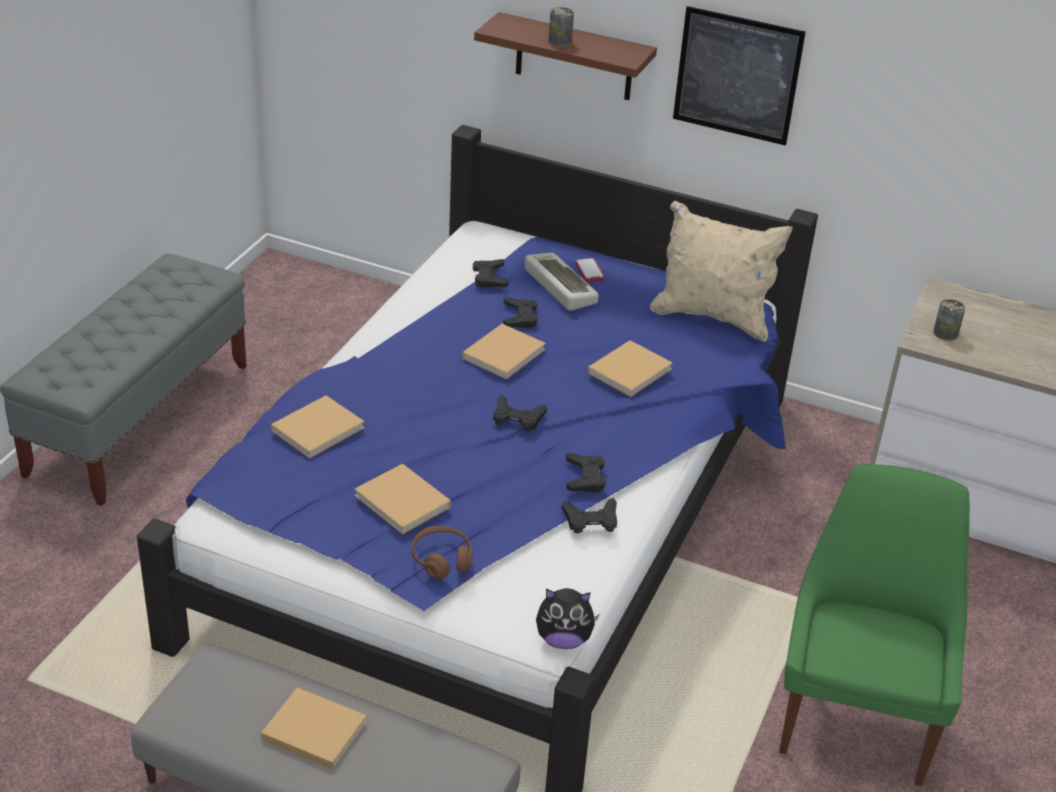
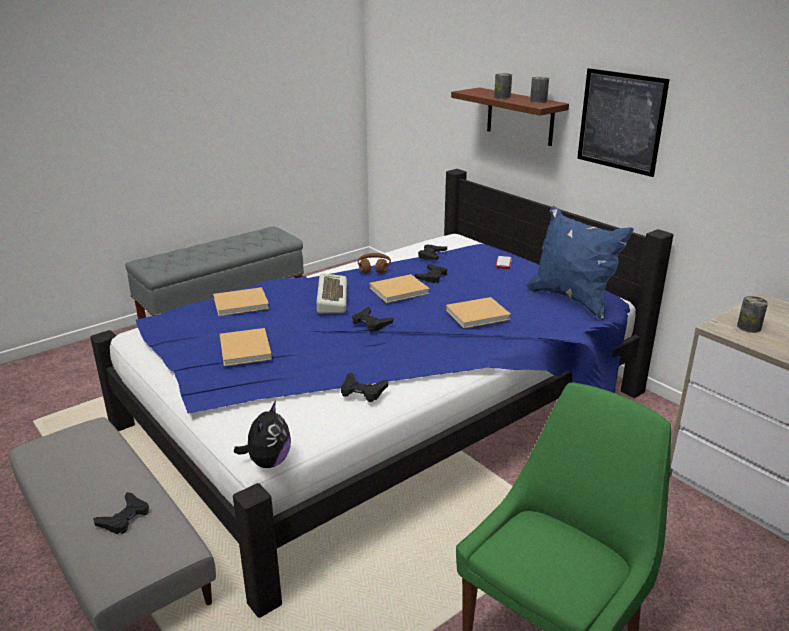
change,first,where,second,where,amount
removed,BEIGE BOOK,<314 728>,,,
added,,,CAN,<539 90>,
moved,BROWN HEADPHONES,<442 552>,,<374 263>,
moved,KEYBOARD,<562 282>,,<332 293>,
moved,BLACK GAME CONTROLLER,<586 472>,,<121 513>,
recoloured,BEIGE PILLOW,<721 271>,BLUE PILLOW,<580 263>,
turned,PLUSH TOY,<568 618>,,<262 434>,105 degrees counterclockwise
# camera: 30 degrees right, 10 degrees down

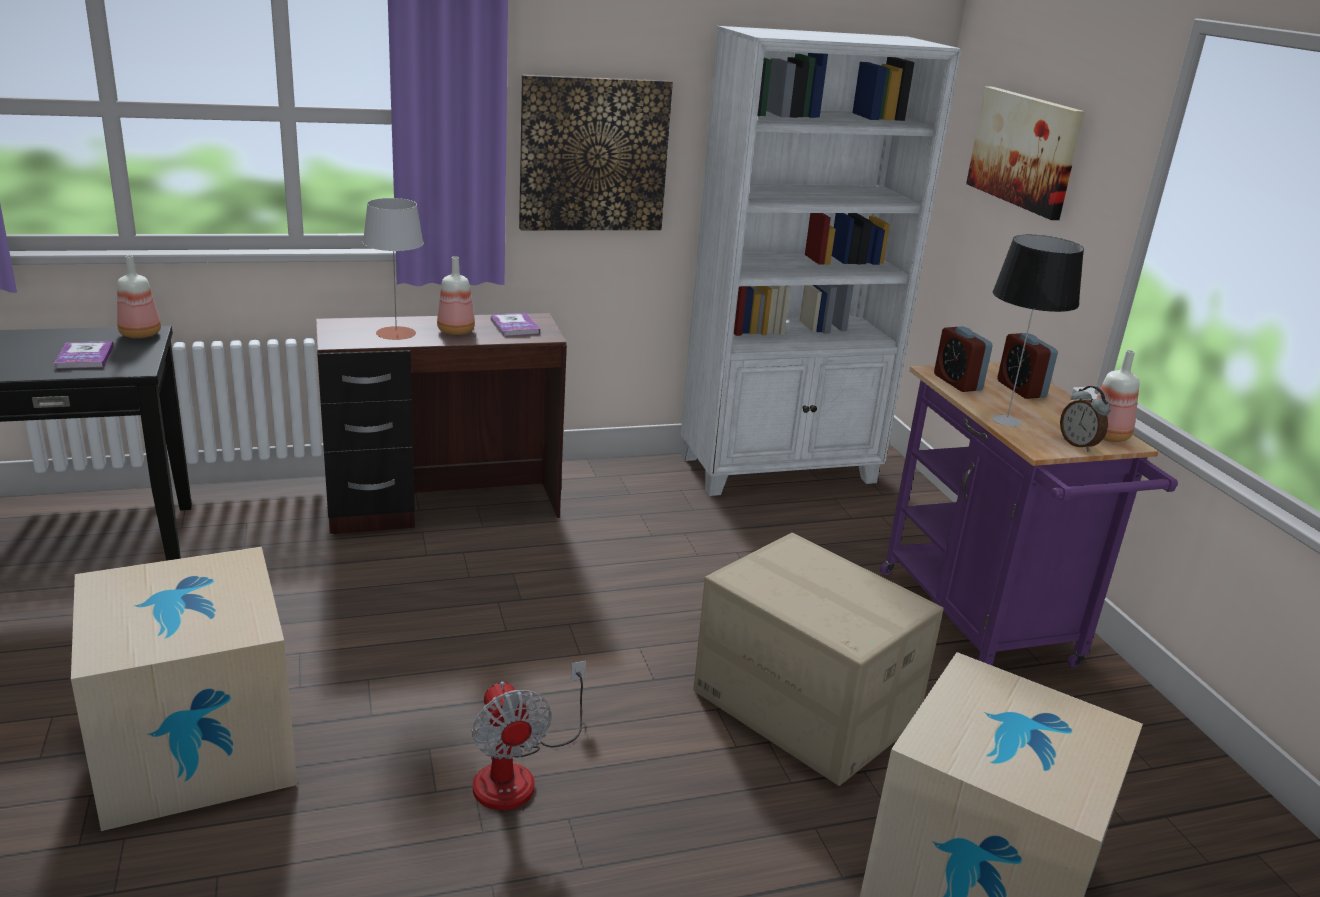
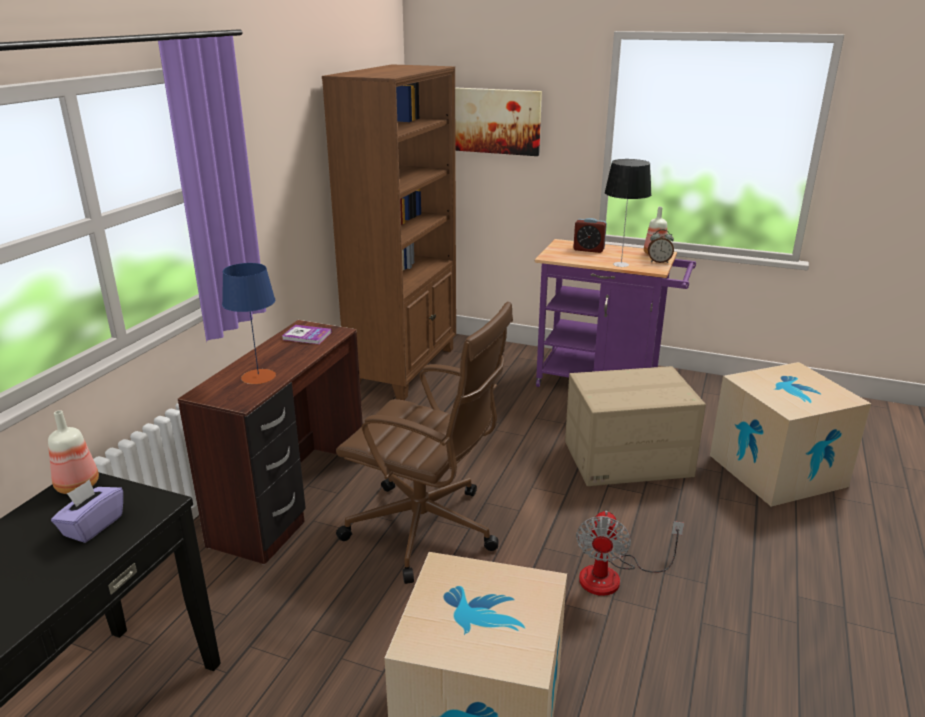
change,first,where,second,where,amount
removed,BOTTLE,<456 295>,,,
removed,PICTURE,<596 152>,,,
removed,ALARM CLOCK,<963 359>,,,
added,,,BROWN OFFICE CHAIR,<424 443>,
replaced,BOOK,<84 355>,PURPLE TISSUE BOX,<87 511>,
recoloured,GREY TABLE LAMP,<393 269>,BLUE TABLE LAMP,<249 323>,
recoloured,WHITE BOOKCASE,<821 261>,BROWN BOOKCASE,<389 232>,
turned,FAN,<529 735>,,<630 553>,90 degrees clockwise
# camera: 50 degrees left, 0 degrees up

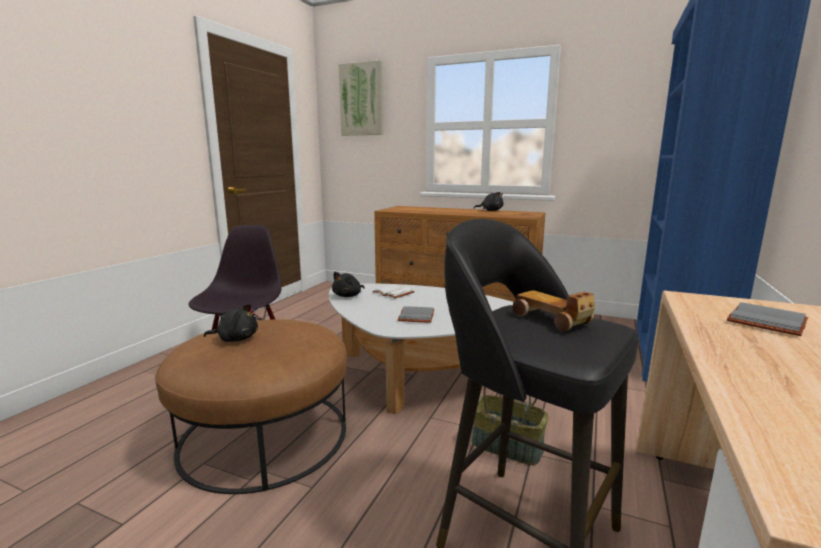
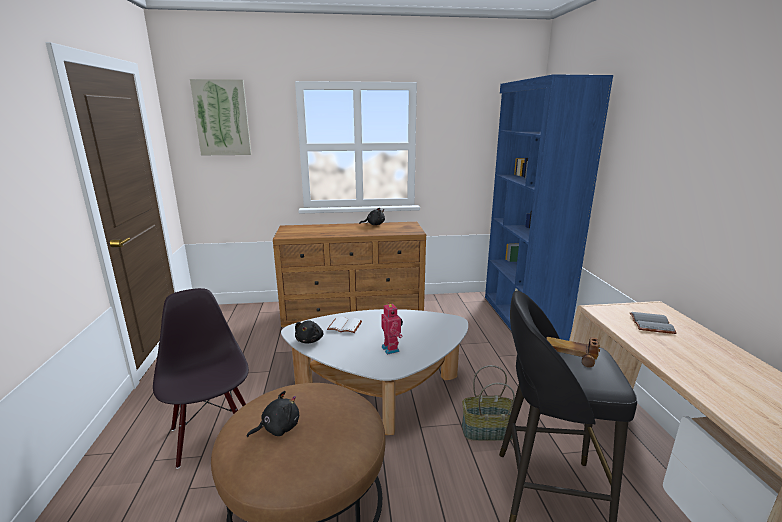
change,first,where,second,where,amount
replaced,GREY BOOK,<416 314>,TOY ROBOT,<392 329>,
# camera: 30 degrees left, 5 degrees up

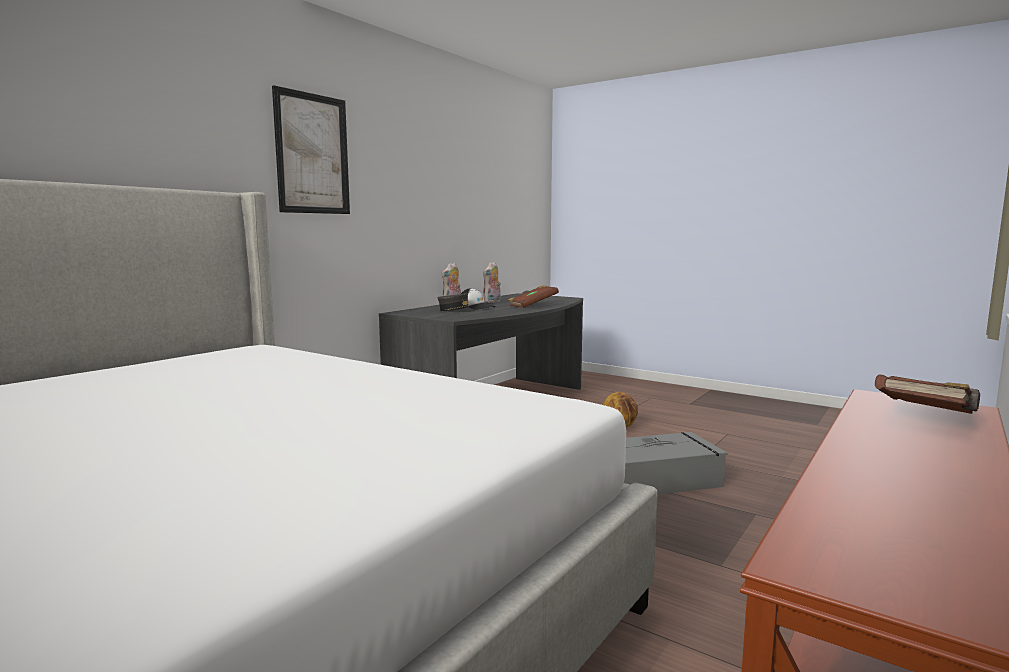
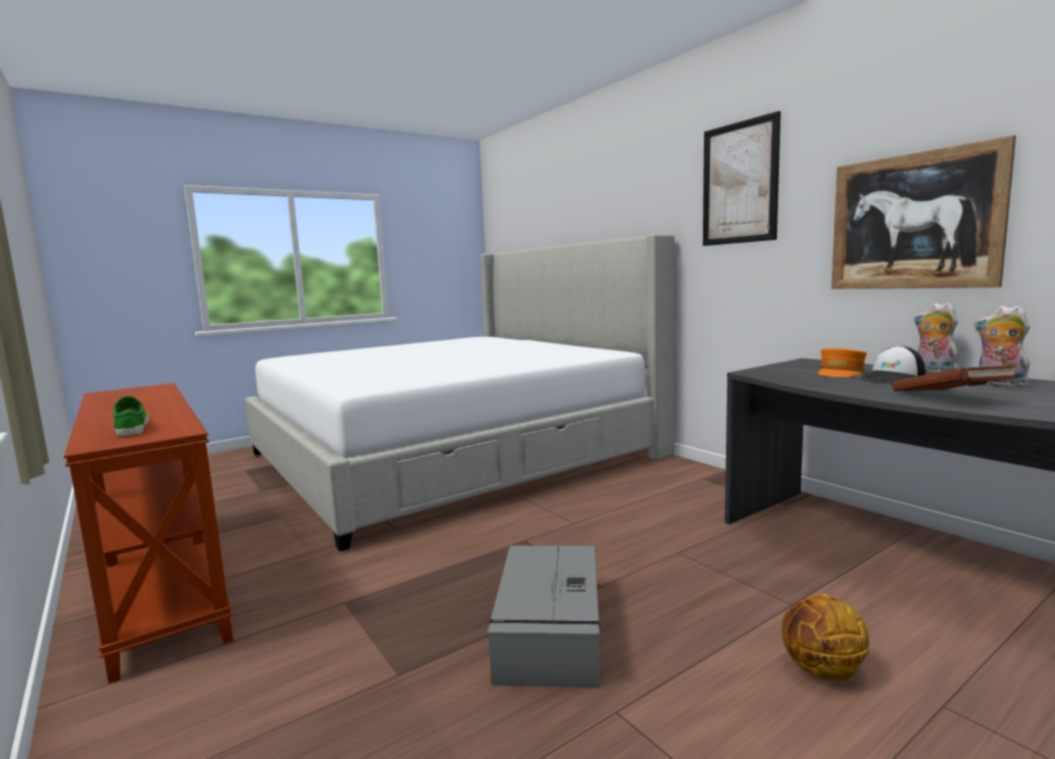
change,first,where,second,where,amount
added,,,PICTURE,<923 212>,
replaced,BROWN BOOK,<927 394>,GREEN SHOE,<131 416>,
recoloured,GREY CAP,<457 302>,ORANGE CAP,<842 362>,
# camera: 110 degrees right, 0 degrees up

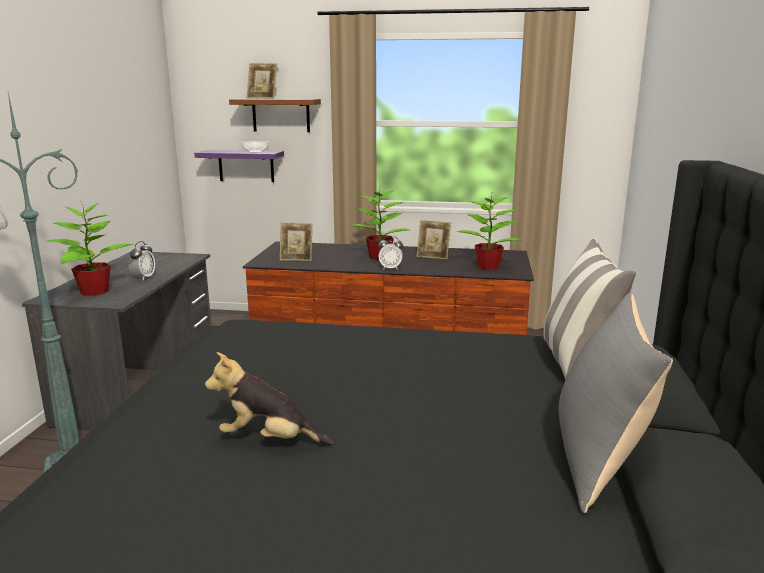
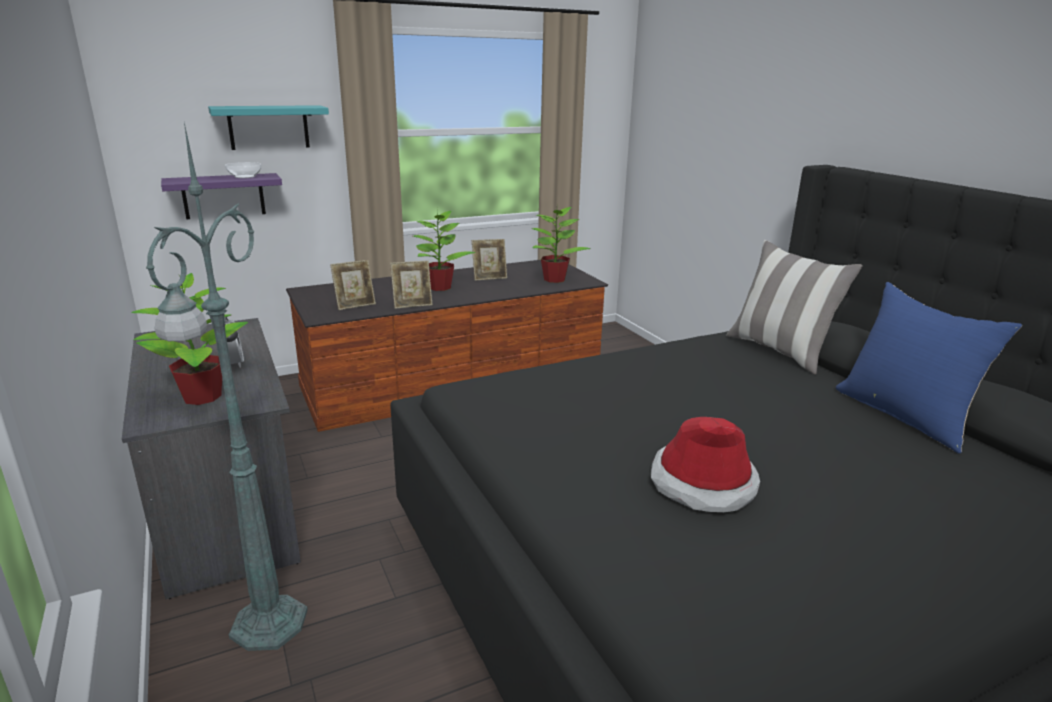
change,first,where,second,where,amount
removed,ALARM CLOCK,<390 253>,,,
moved,PICTURE FRAME,<261 81>,,<411 285>,
replaced,PLUSH TOY,<269 398>,HAT,<705 464>,
recoloured,BROWN SHELF,<275 115>,TURQUOISE SHELF,<268 127>,
recoloured,GREY PILLOW,<616 403>,BLUE PILLOW,<929 367>,
# camera: 35 degrees left, 5 degrees up

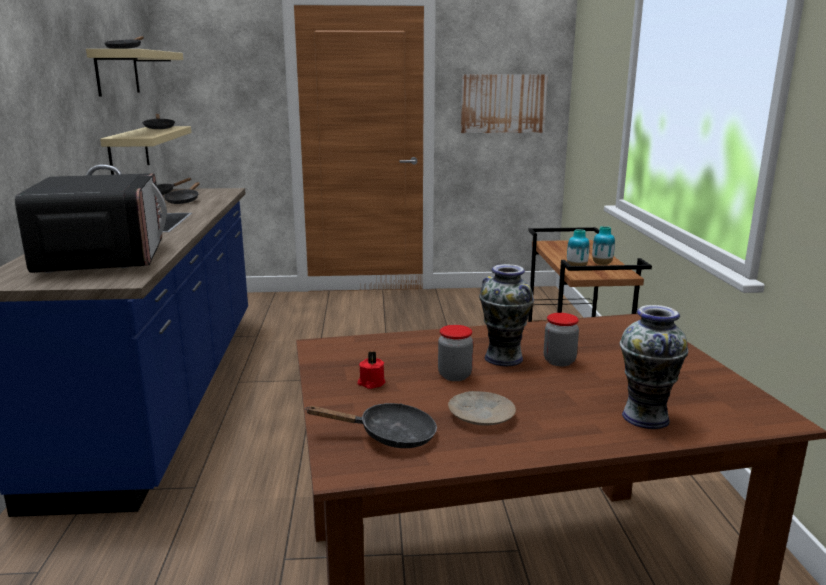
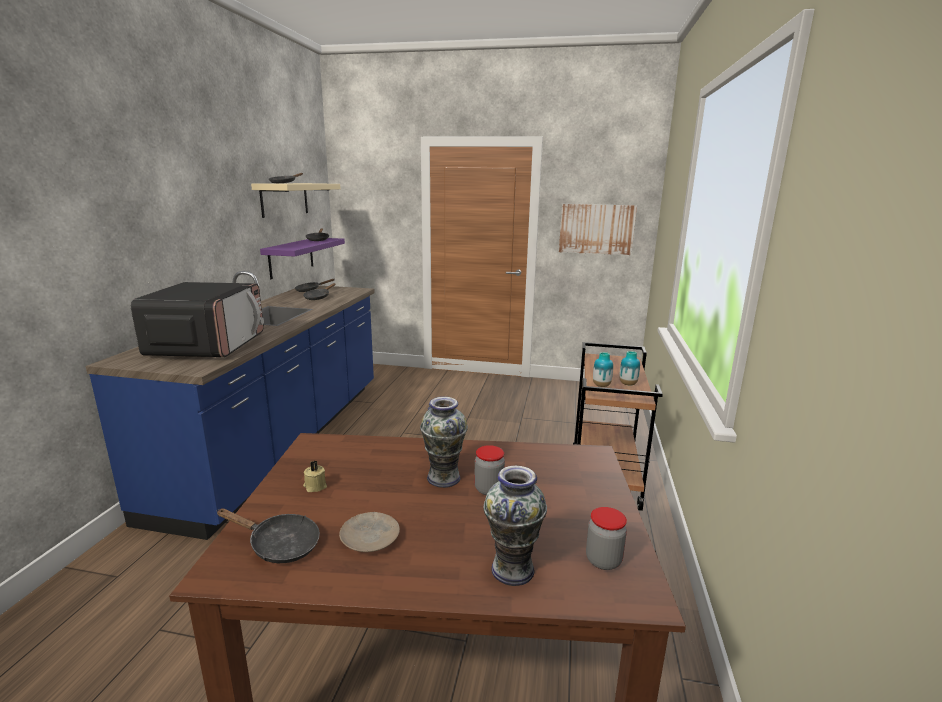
change,first,where,second,where,amount
moved,JAR,<455 353>,,<606 538>,
recoloured,BEIGE SHELF,<146 150>,PURPLE SHELF,<302 258>,
recoloured,RED CANDLE,<371 370>,BEIGE CANDLE,<315 476>,
# camera: 15 degrees right, 0 degrees up

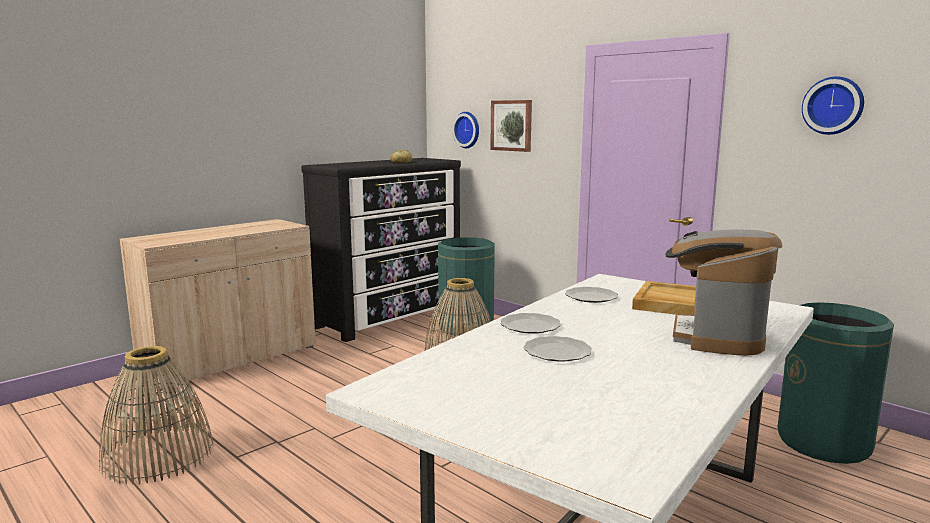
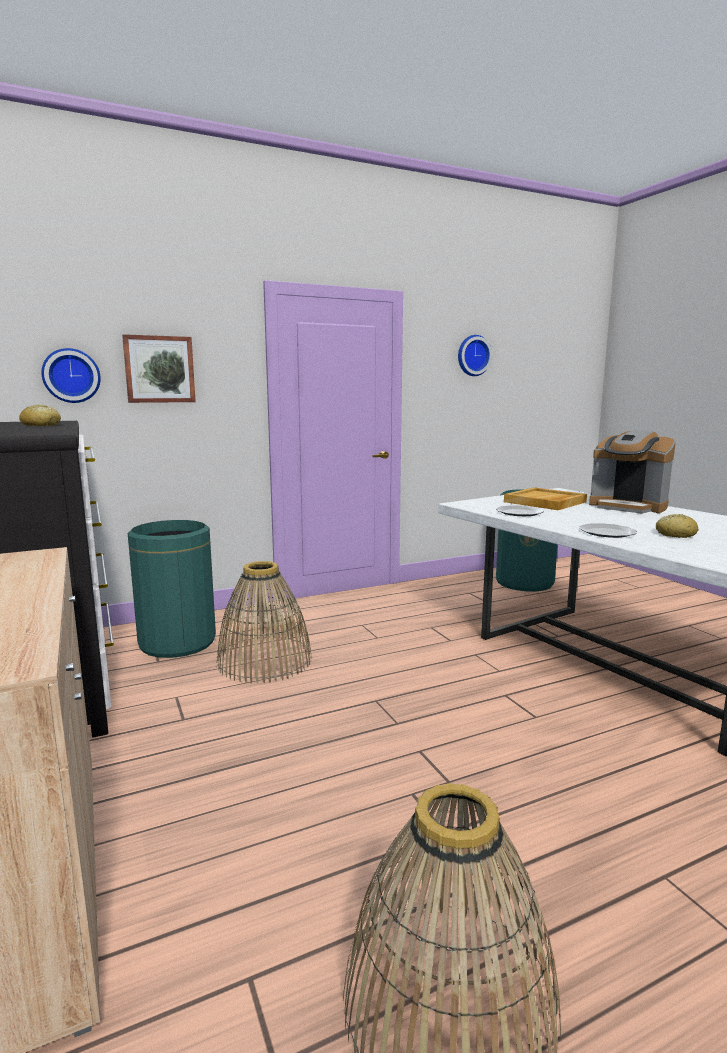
change,first,where,second,where,amount
replaced,PLATE,<557 349>,BREAD,<677 526>,
# camera: 70 degrees left, 0 degrees up

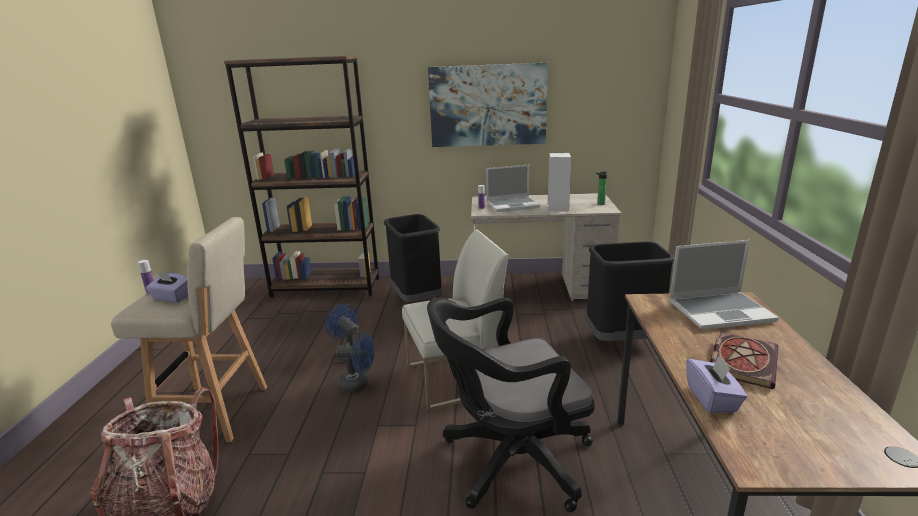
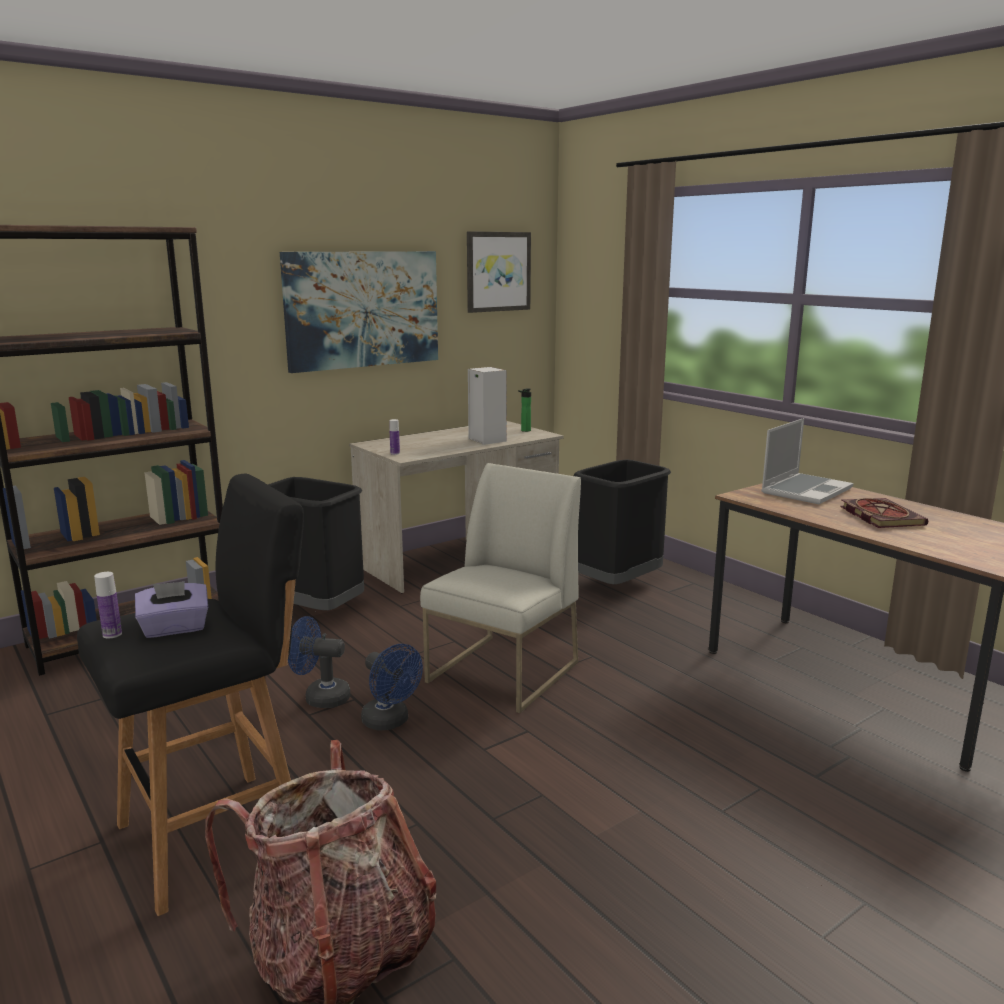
change,first,where,second,where,amount
removed,BLACK OFFICE CHAIR,<511 404>,,,
removed,LAPTOP,<513 188>,,,
removed,PURPLE TISSUE BOX,<716 384>,,,
added,,,PICTURE,<499 272>,
recoloured,BEIGE STOOL,<189 329>,BLACK STOOL,<190 694>,
turned,BLUE FAN,<355 363>,,<392 687>,75 degrees clockwise
# camera: 40 degrees left, 5 degrees down

